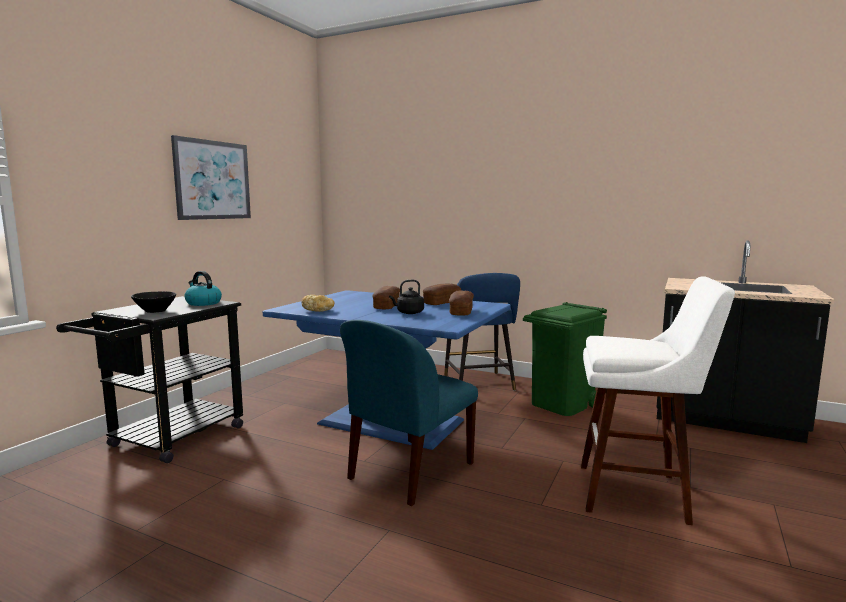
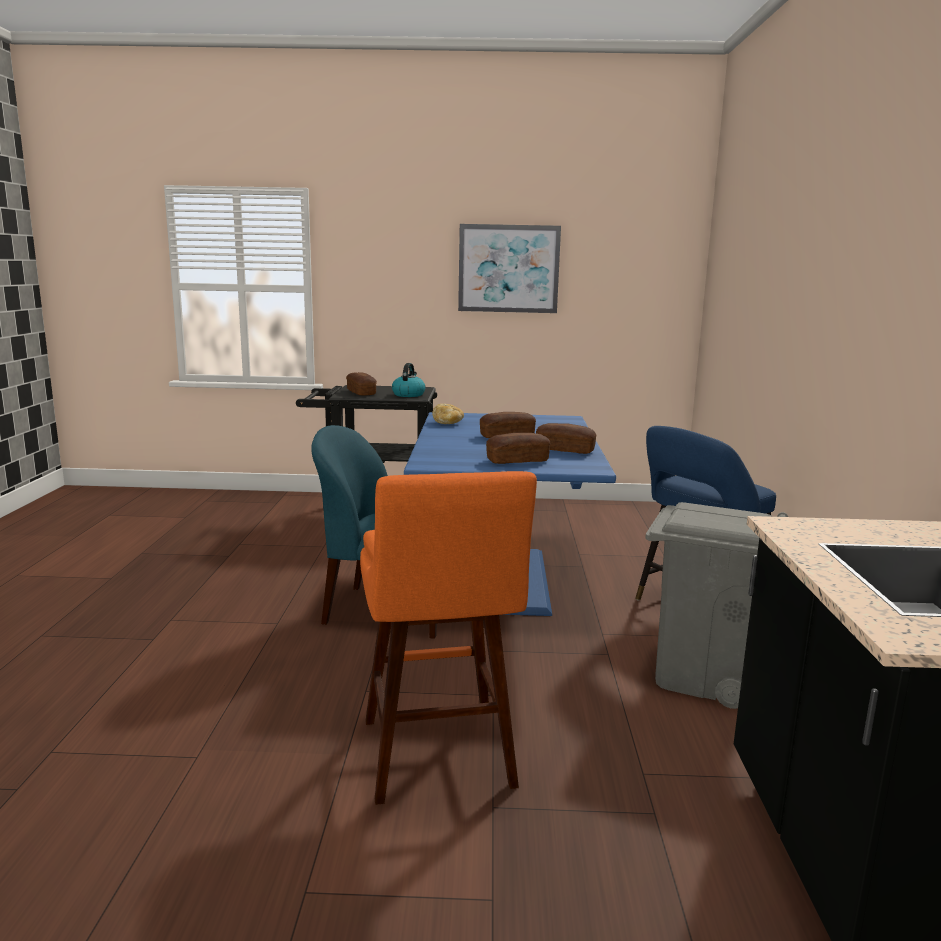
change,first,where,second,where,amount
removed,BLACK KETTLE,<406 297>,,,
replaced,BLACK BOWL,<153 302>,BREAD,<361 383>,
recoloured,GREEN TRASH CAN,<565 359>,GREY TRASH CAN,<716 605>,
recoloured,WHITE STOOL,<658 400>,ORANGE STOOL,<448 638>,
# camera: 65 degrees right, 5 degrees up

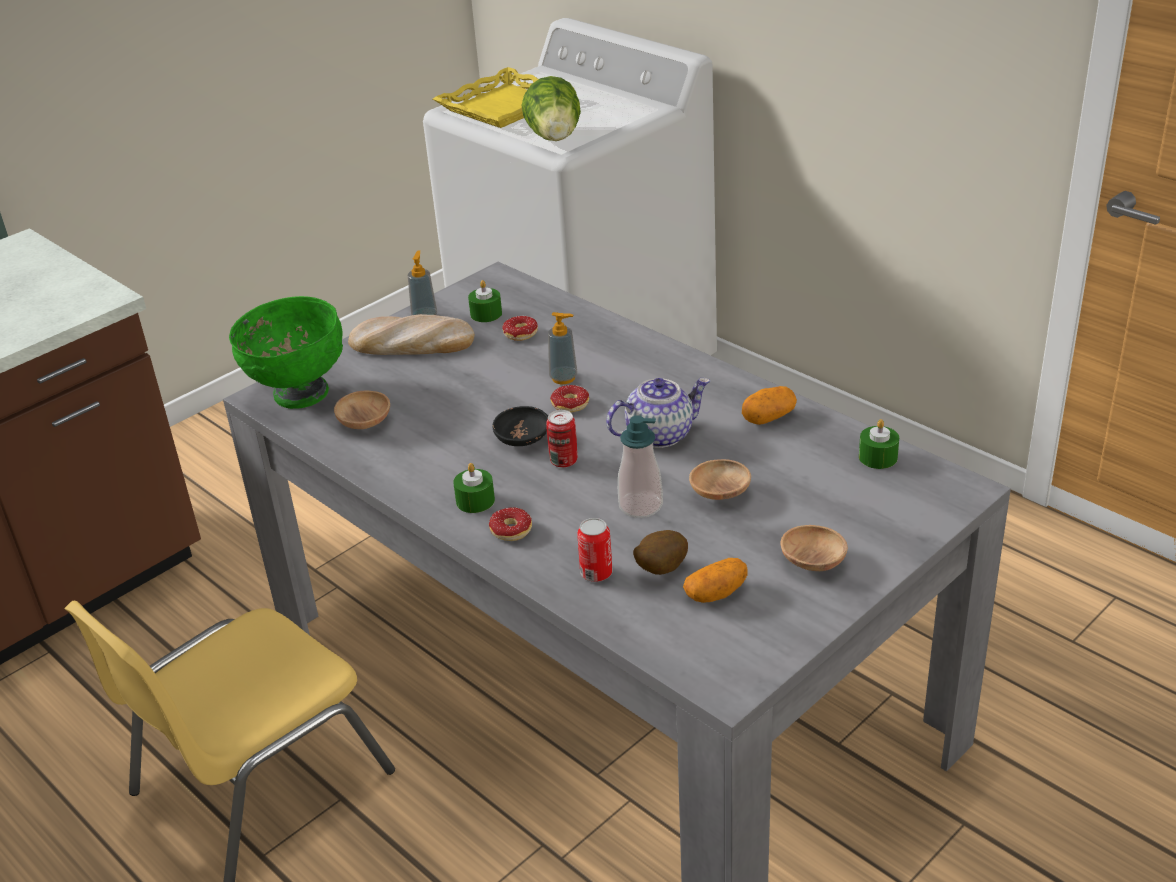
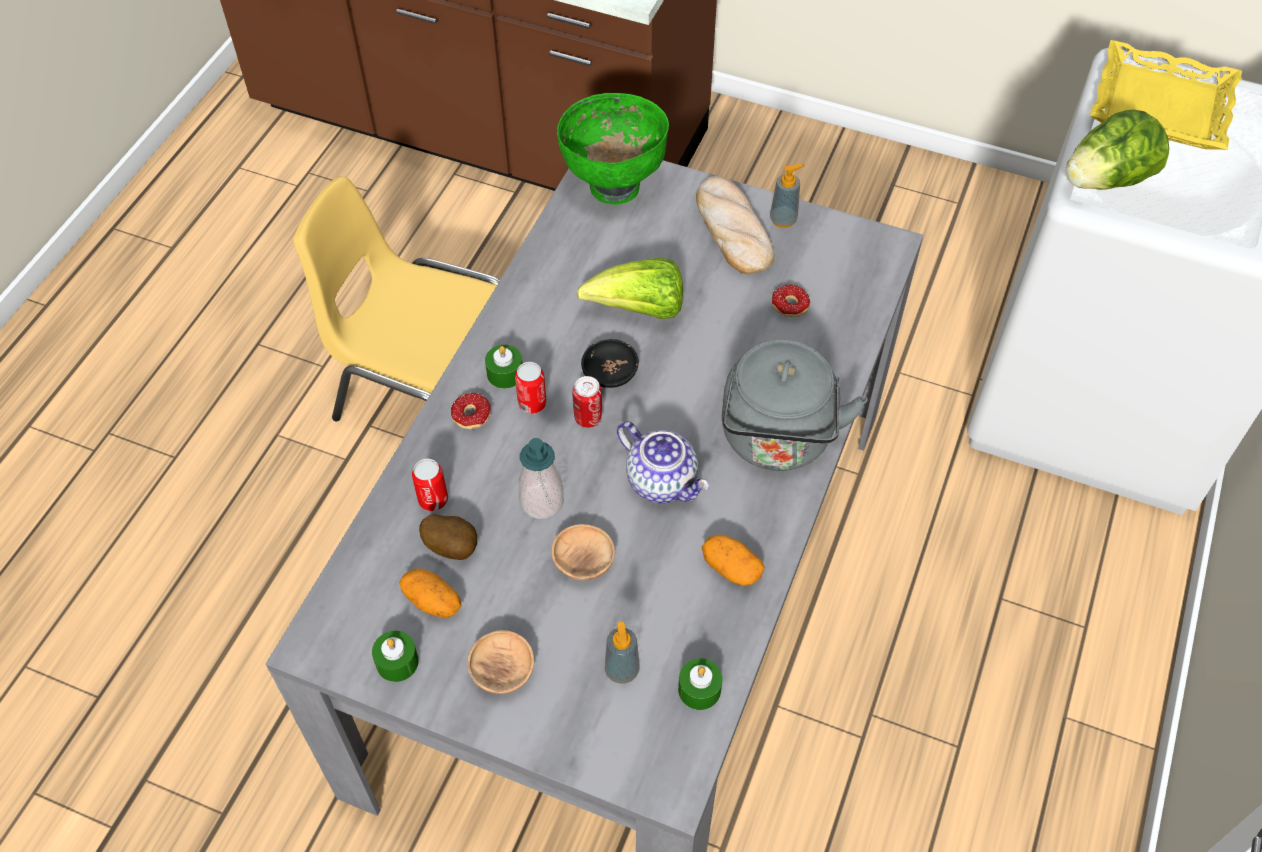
change,first,where,second,where,amount
removed,BROWN BOWL,<362 410>,,,
removed,DONUT,<569 398>,,,
added,,,CAN,<531 388>,
added,,,LETTUCE,<630 288>,
added,,,GREY KETTLE,<794 405>,
moved,GREEN CANDLE,<485 301>,,<395 656>,
moved,SOAP DISPENSER,<562 348>,,<622 653>,
# camera: 65 degrees right, 20 degrees up

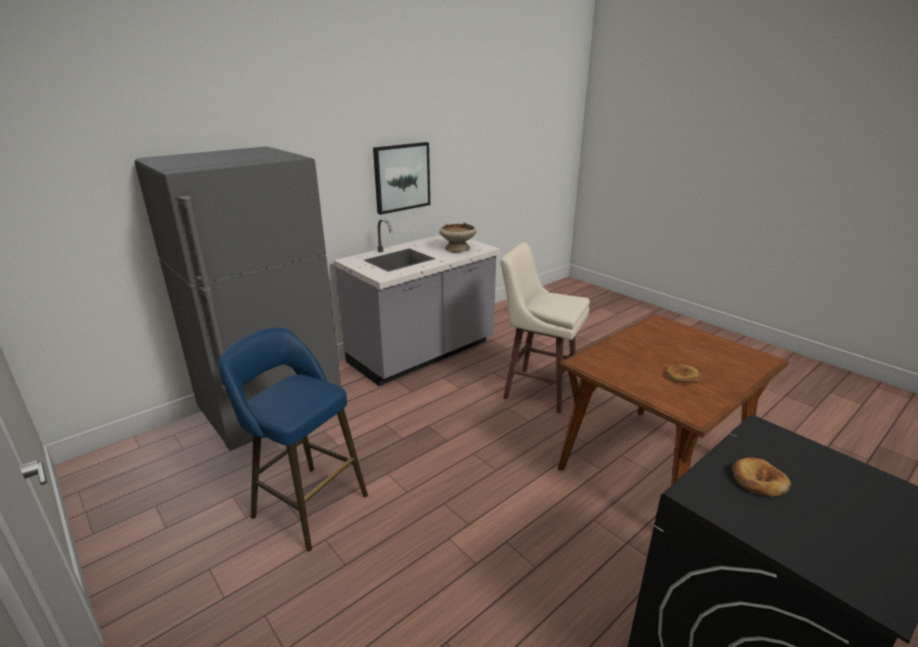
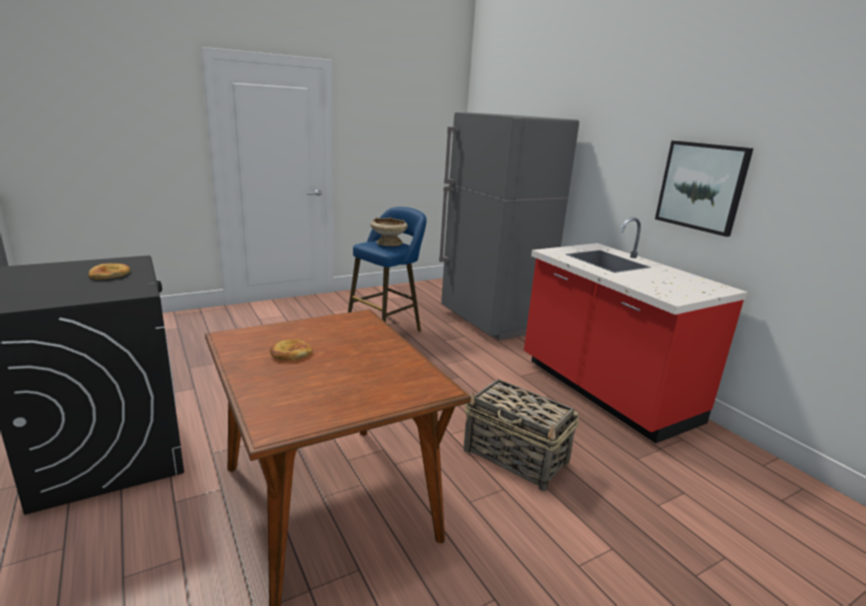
change,first,where,second,where,amount
moved,BEIGE BOWL,<458 237>,,<389 231>,
replaced,BEIGE STOOL,<545 327>,BASKET,<521 435>,
recoloured,GREY COUNTER,<417 302>,RED COUNTER,<636 330>,
# camera: 100 degrees right, 5 degrees down

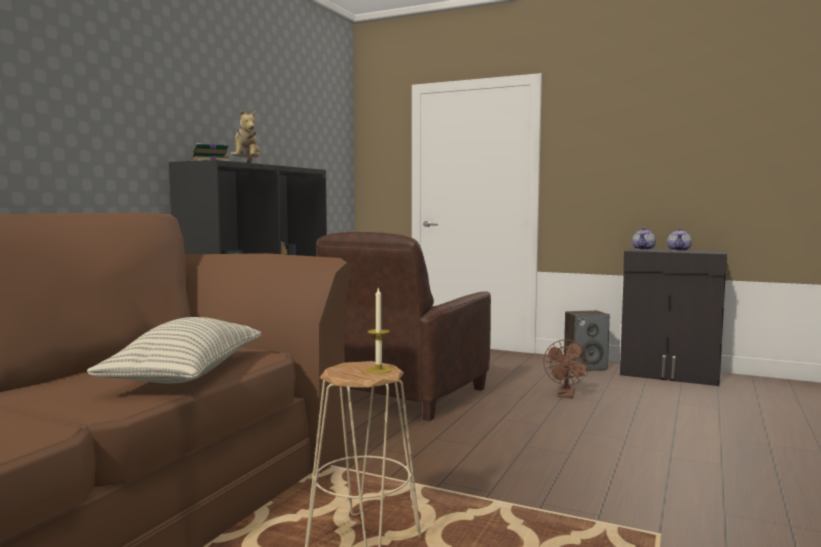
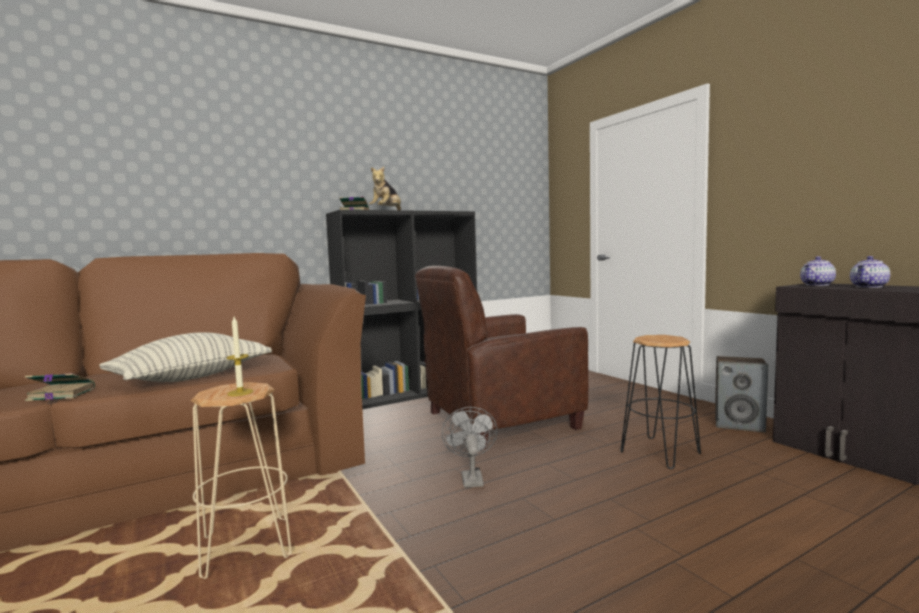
change,first,where,second,where,amount
added,,,BOOK,<60 387>,
added,,,GREY FAN,<470 447>,
replaced,BROWN FAN,<566 368>,BLACK STOOL,<661 402>,
# camera: 35 degrees right, 0 degrees up

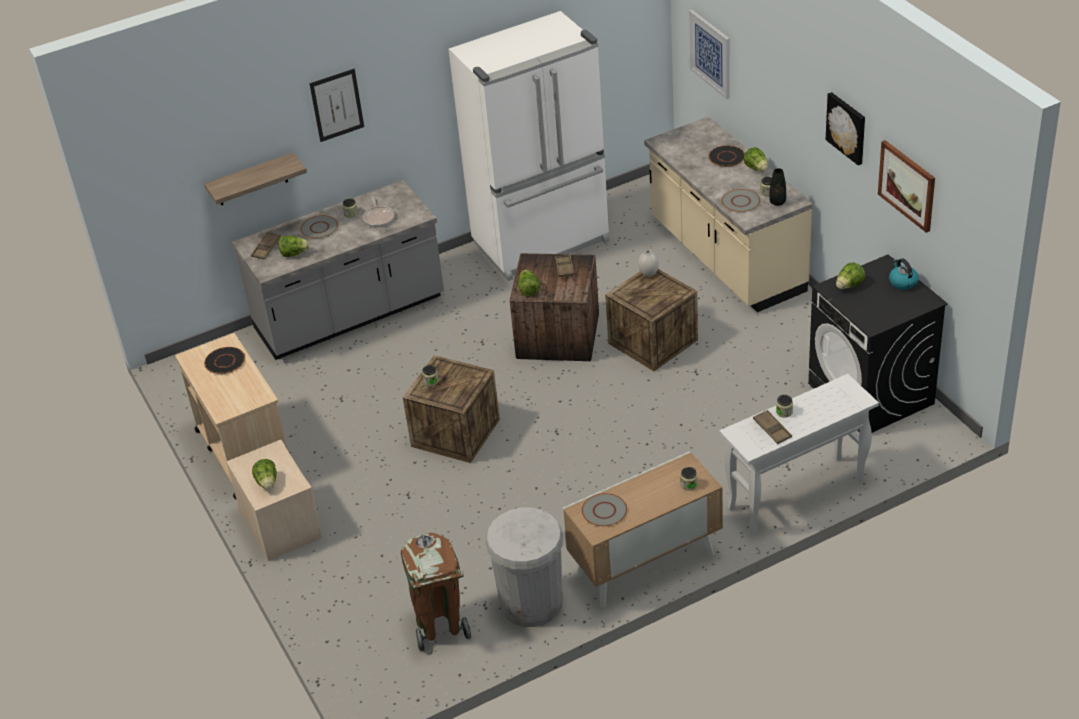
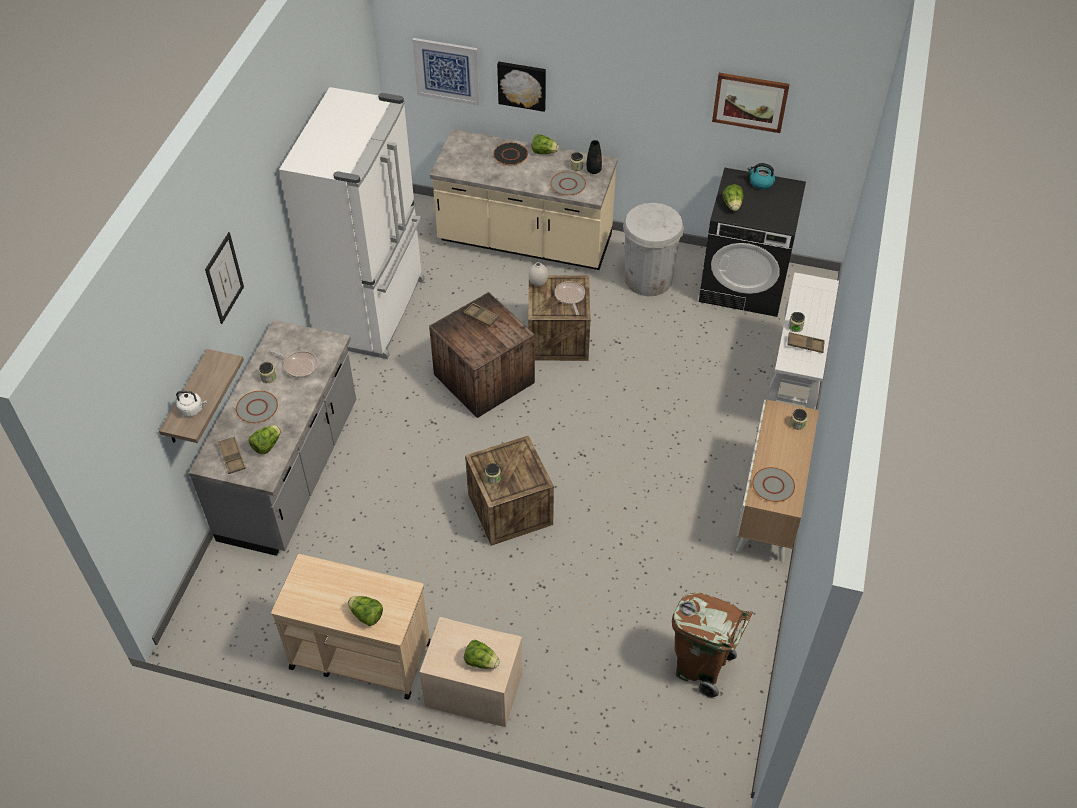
change,first,where,second,where,amount
removed,BLACK PLATE,<224 360>,,,
added,,,WHITE KETTLE,<191 404>,
added,,,FRYING PAN,<570 298>,
moved,WHITE TRASH CAN,<524 567>,,<653 249>,
moved,LETTUCE,<529 283>,,<365 611>,
moved,PICTURE,<845 129>,,<521 87>,
# camera: 50 degrees left, 10 degrees up

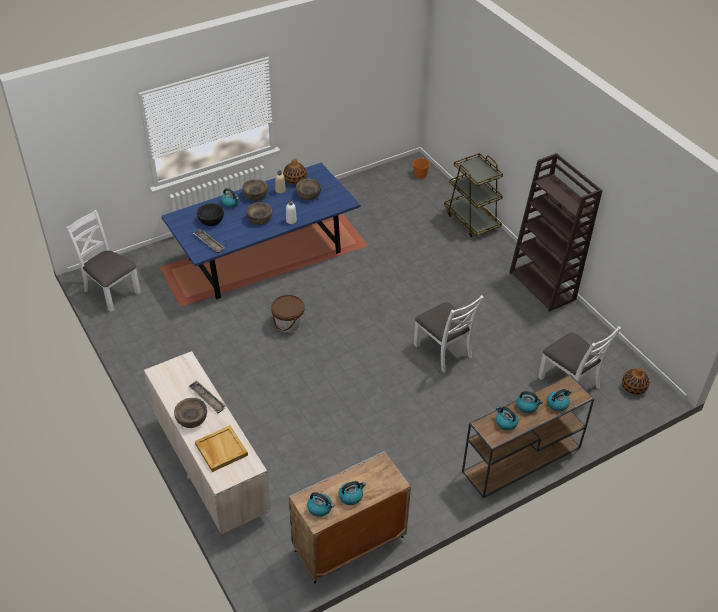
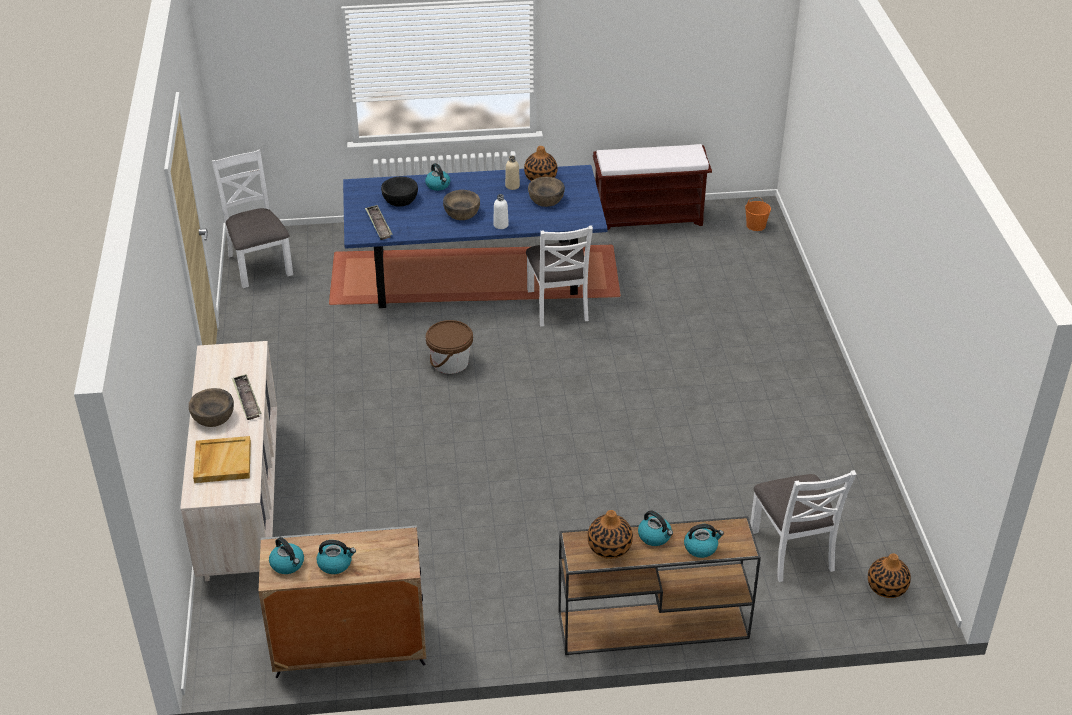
change,first,where,second,where,amount
removed,BROWN BOWL,<255 190>,,,
removed,BROWN CART,<473 195>,,,
removed,BROWN BOOKCASE,<556 232>,,,
added,,,BROWN BENCH,<652 188>,
moved,WHITE CHAIR,<449 334>,,<559 275>,
replaced,KETTLE,<507 418>,VASE,<610 534>,
# camera: 25 degrees right, 5 degrees down

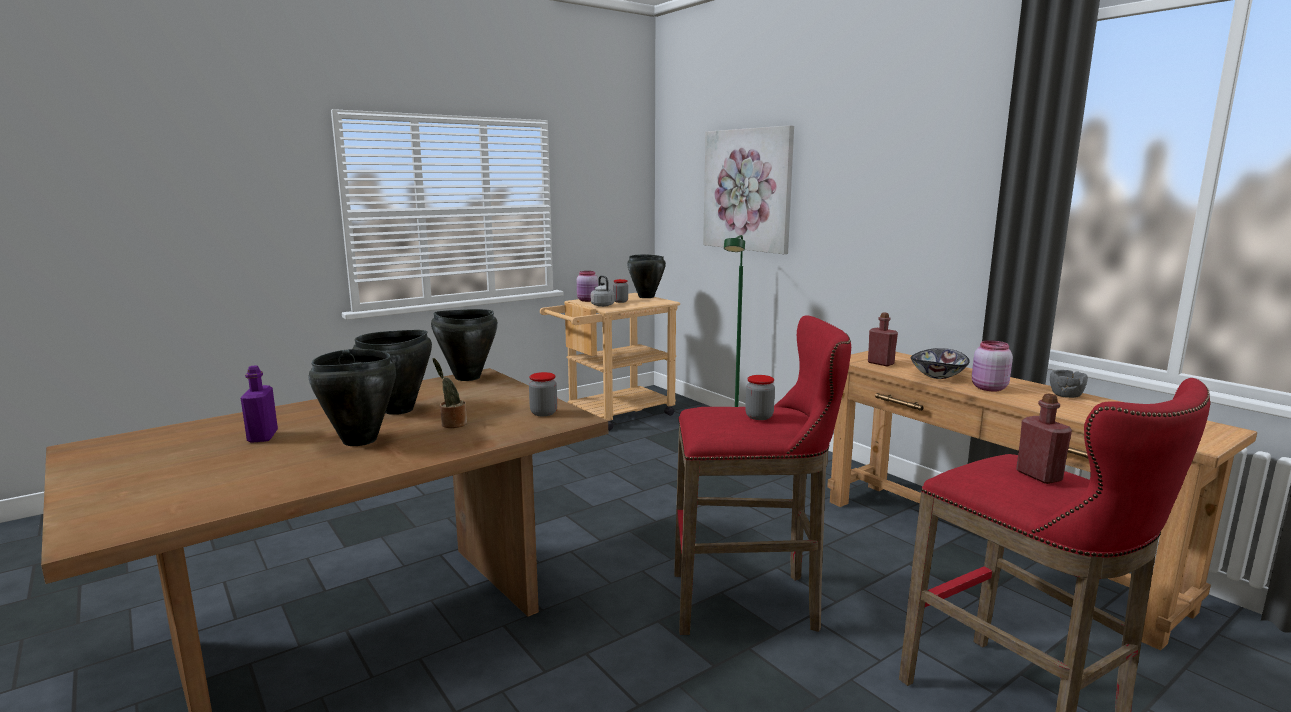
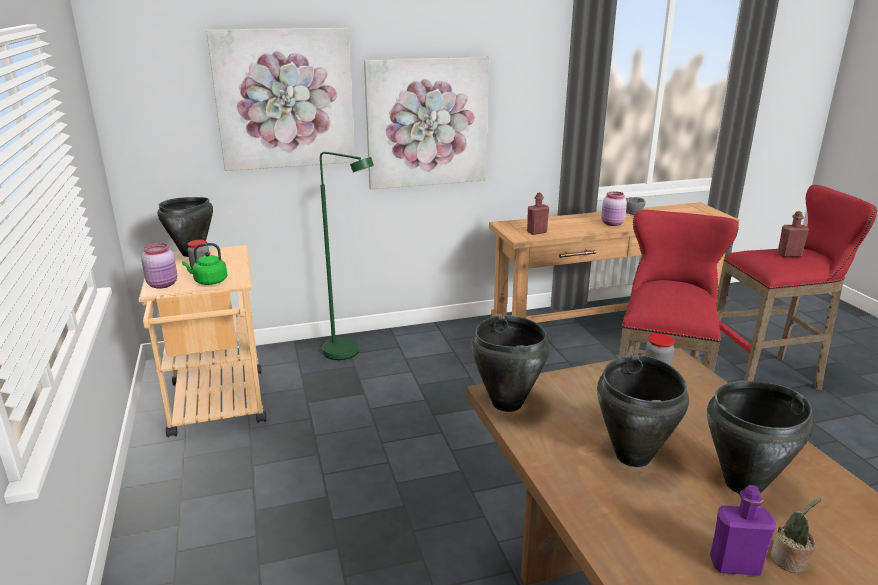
change,first,where,second,where,amount
removed,JAR,<760 397>,,,
removed,BOWL,<940 363>,,,
added,,,PICTURE,<426 123>,
moved,POTTED PLANT,<449 393>,,<796 535>,
recoloured,GREY KETTLE,<603 291>,GREEN KETTLE,<204 264>,
# camera: 70 degrees left, 10 degrees up

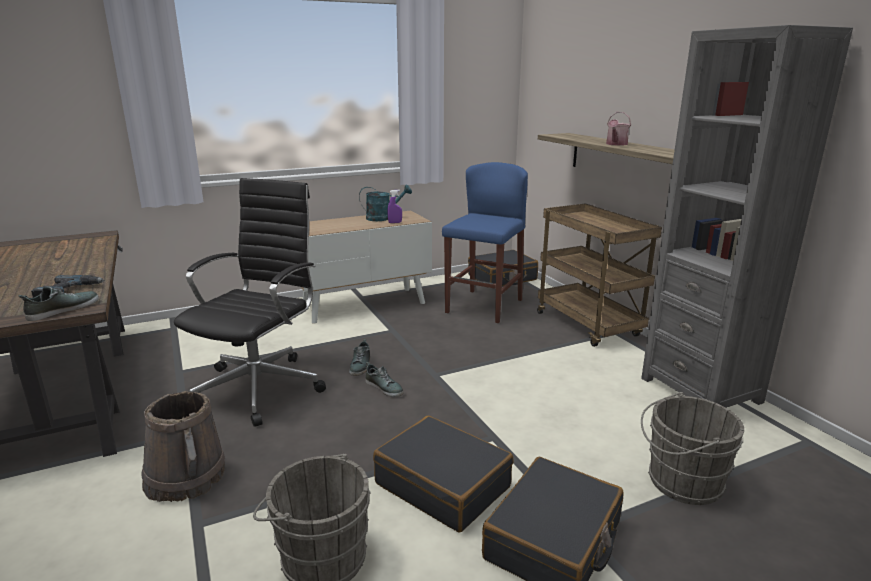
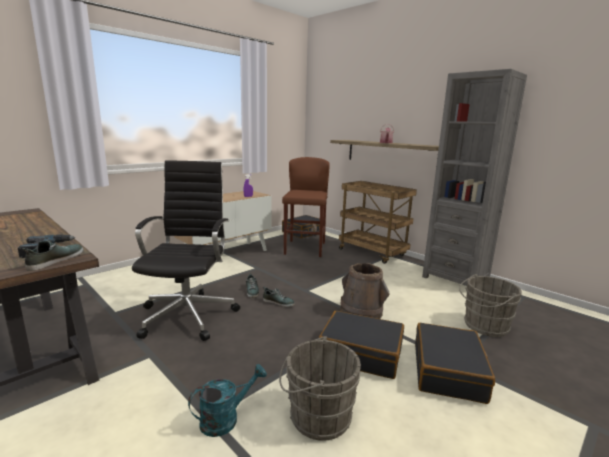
change,first,where,second,where,amount
moved,BROWN BUCKET,<183 446>,,<365 291>,
moved,TURQUOISE WATERING CAN,<385 203>,,<227 400>,
recoloured,BLUE STOOL,<485 242>,BROWN STOOL,<306 207>,
# camera: 20 degrees left, 5 degrees down

